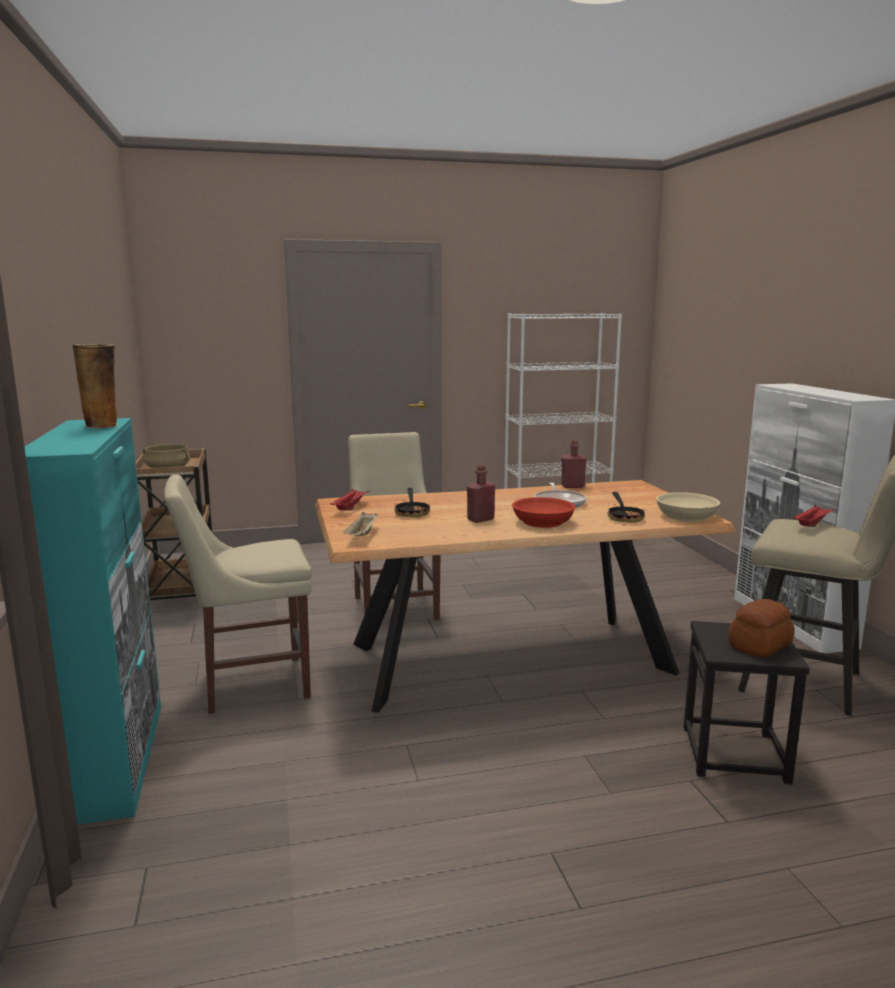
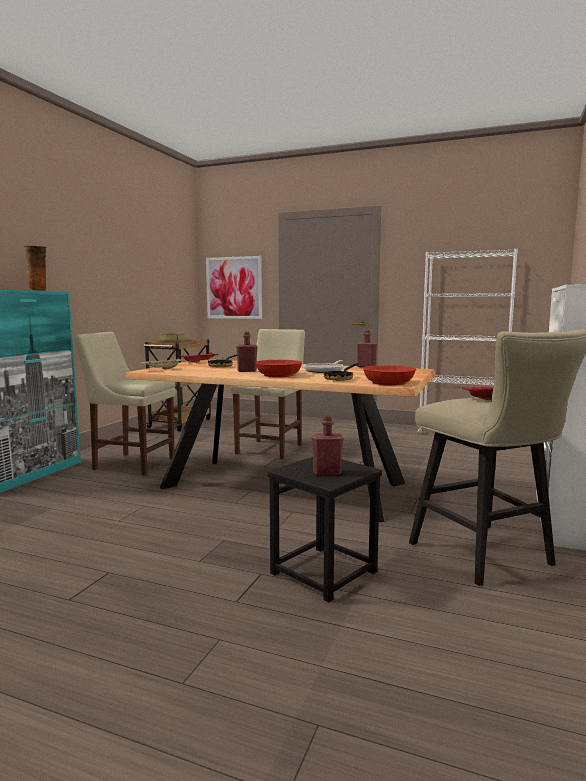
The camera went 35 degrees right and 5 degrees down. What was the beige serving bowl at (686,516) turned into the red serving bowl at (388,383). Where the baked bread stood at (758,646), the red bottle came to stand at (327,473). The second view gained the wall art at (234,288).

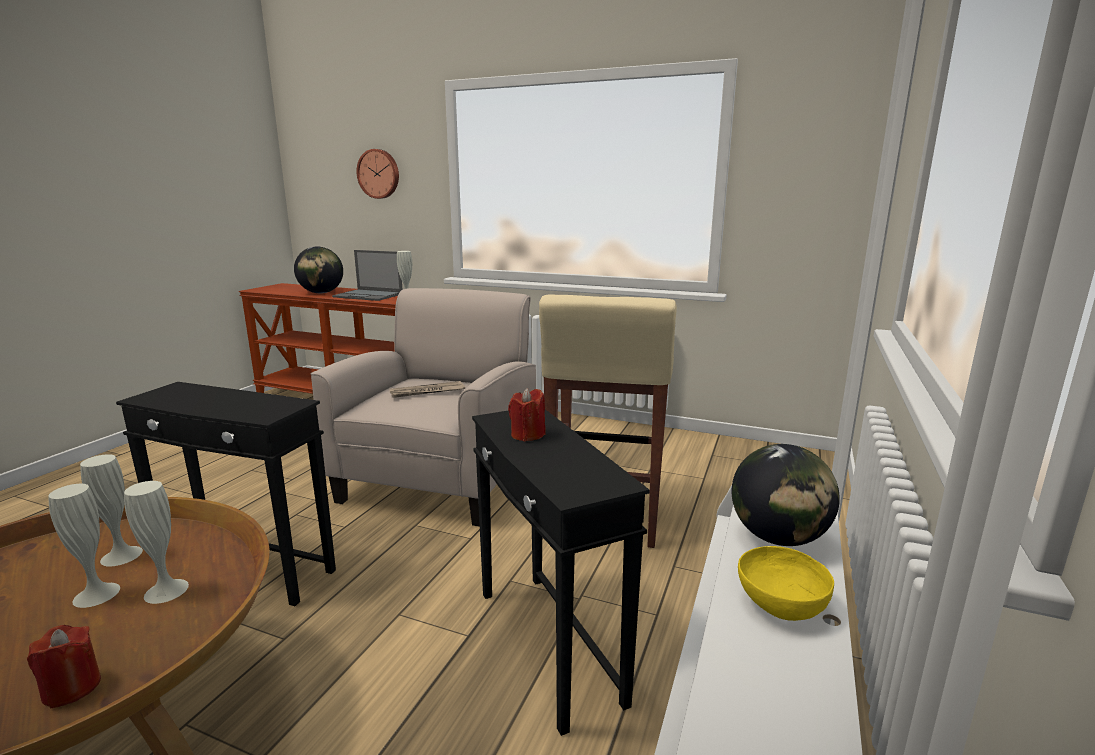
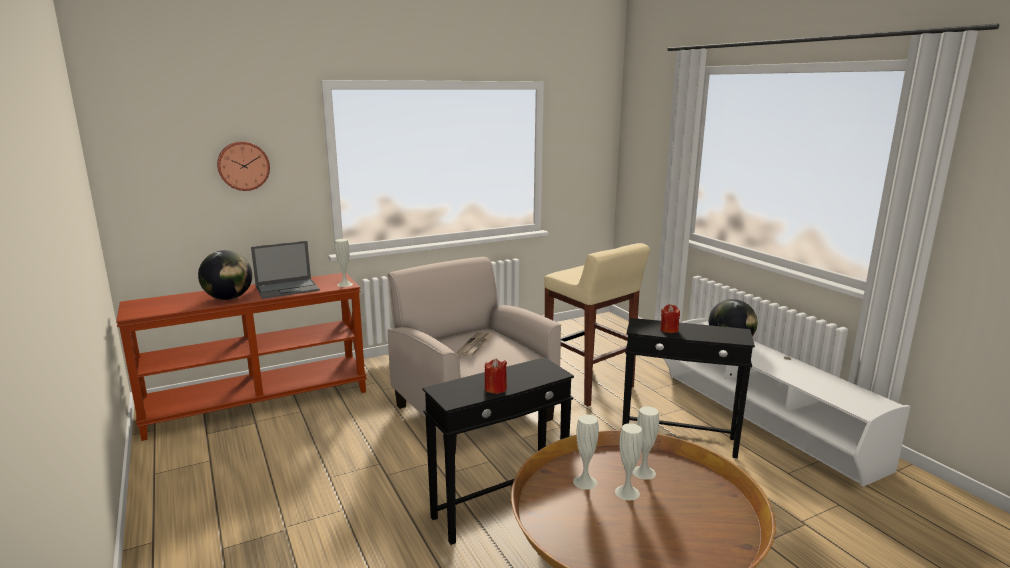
The camera went 50 degrees left and 0 degrees up. The red wax light ended up elsewhere, having gone from (72,688) to (495,389). The second view lost the yellow serving bowl at (780,603).

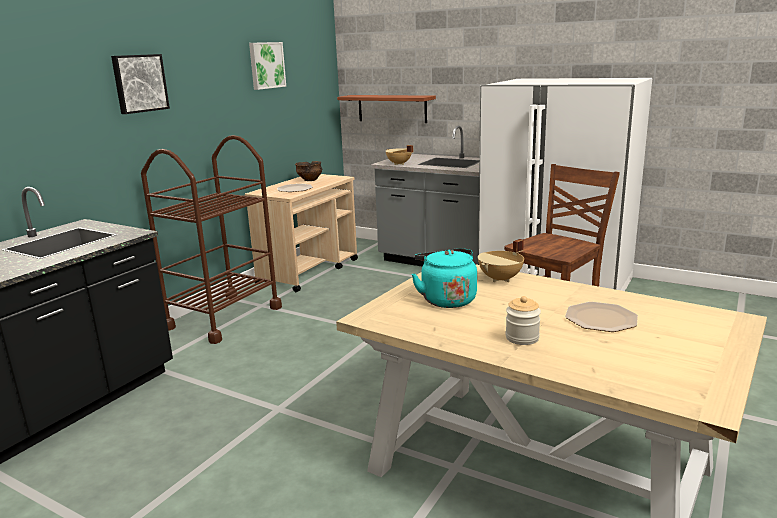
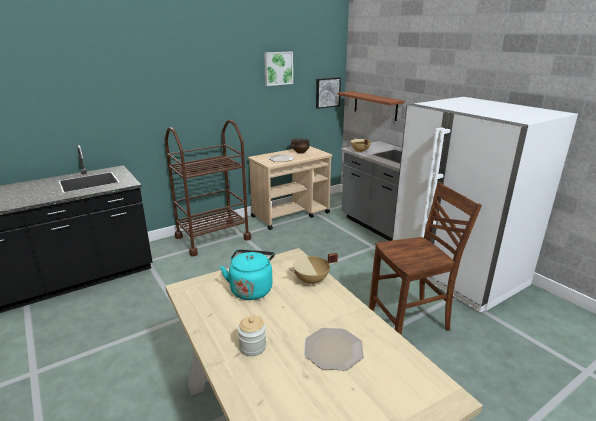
The camera went 25 degrees right and 5 degrees up. The wall art ended up elsewhere, having gone from (139,83) to (327,92).

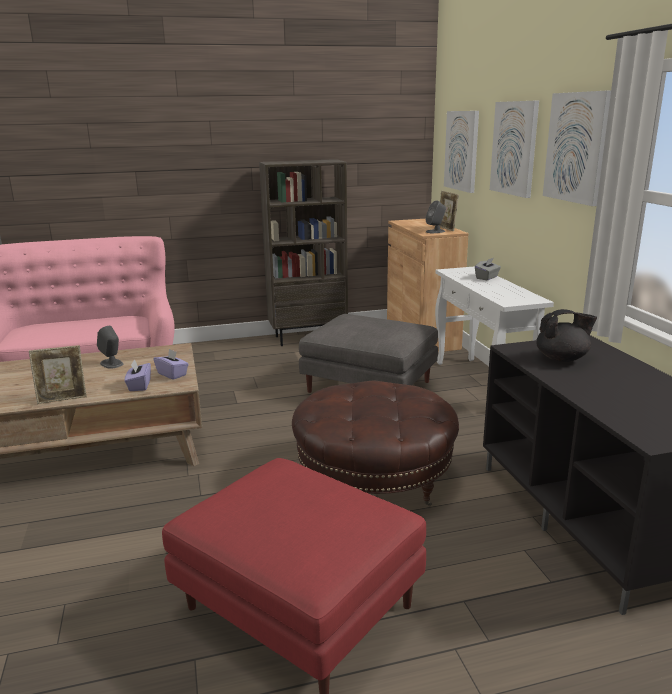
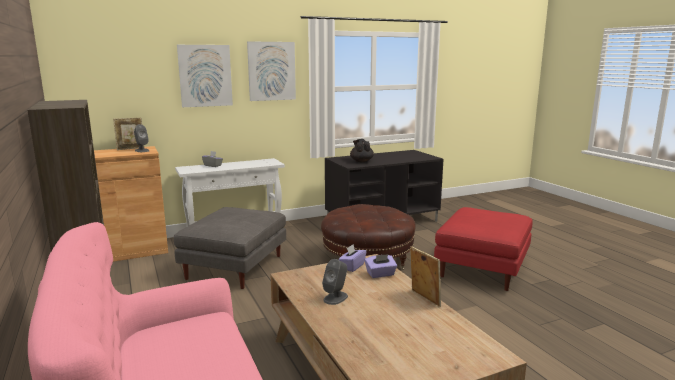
The camera went 100 degrees left and 5 degrees down. The second view lost the wall art at (462,150).

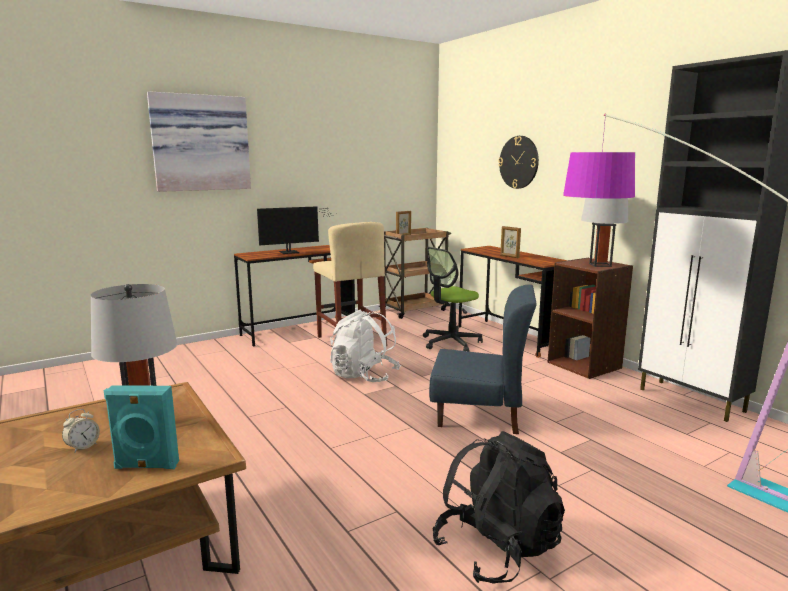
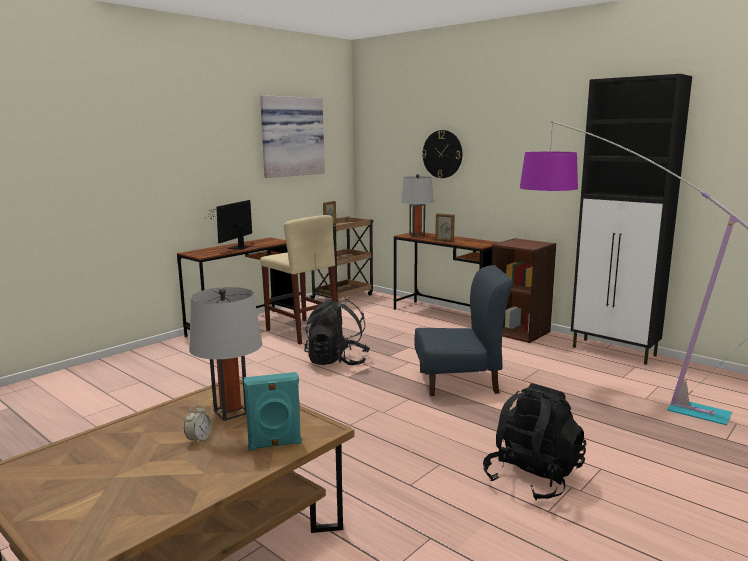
The camera went 15 degrees left and 0 degrees up. The wall art ended up elsewhere, having gone from (200,143) to (291,136). The monitor at (292,252) ended up facing another way, 150 degrees clockwise from before. What was the whitish backpack at (364,376) turned into the black backpack at (337,361). The second view lost the office chair at (450,342). The gray tabletop lamp ended up elsewhere, having gone from (600,265) to (417,235).

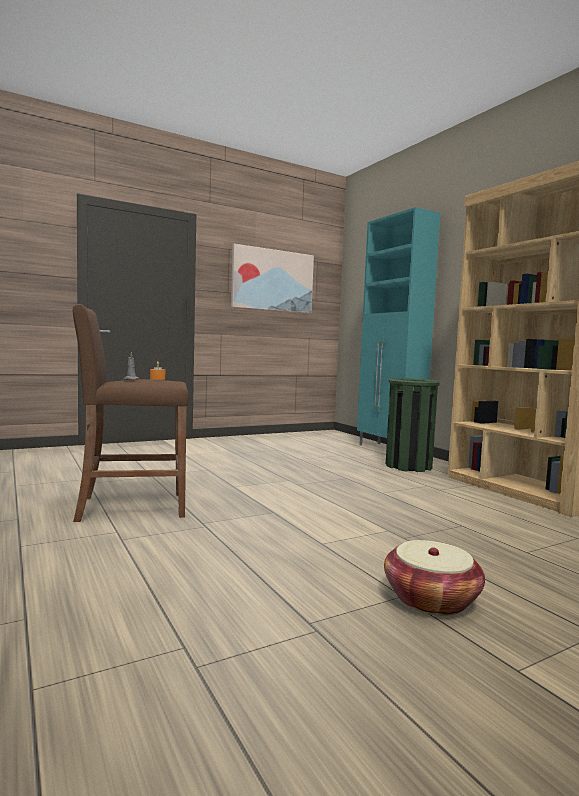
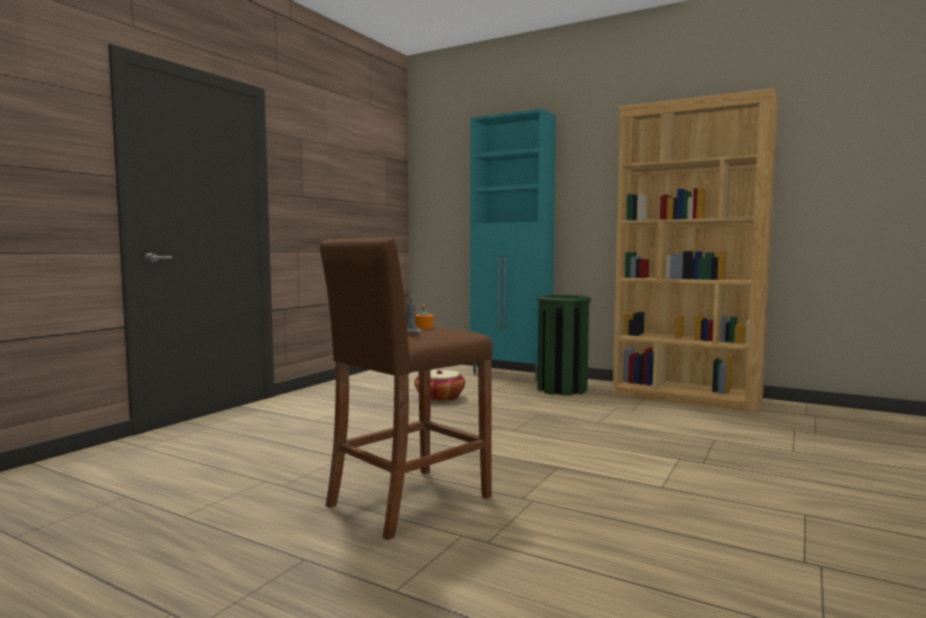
The camera went 30 degrees left and 0 degrees up. The second view lost the wall art at (272,280). The basket ended up elsewhere, having gone from (431,599) to (440,398).

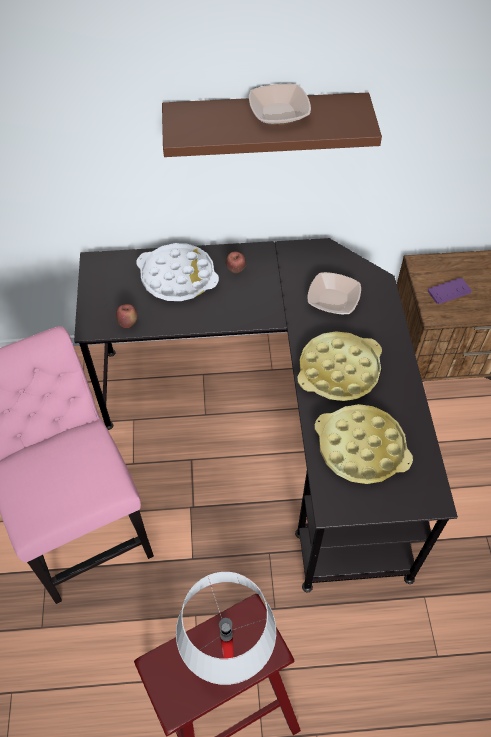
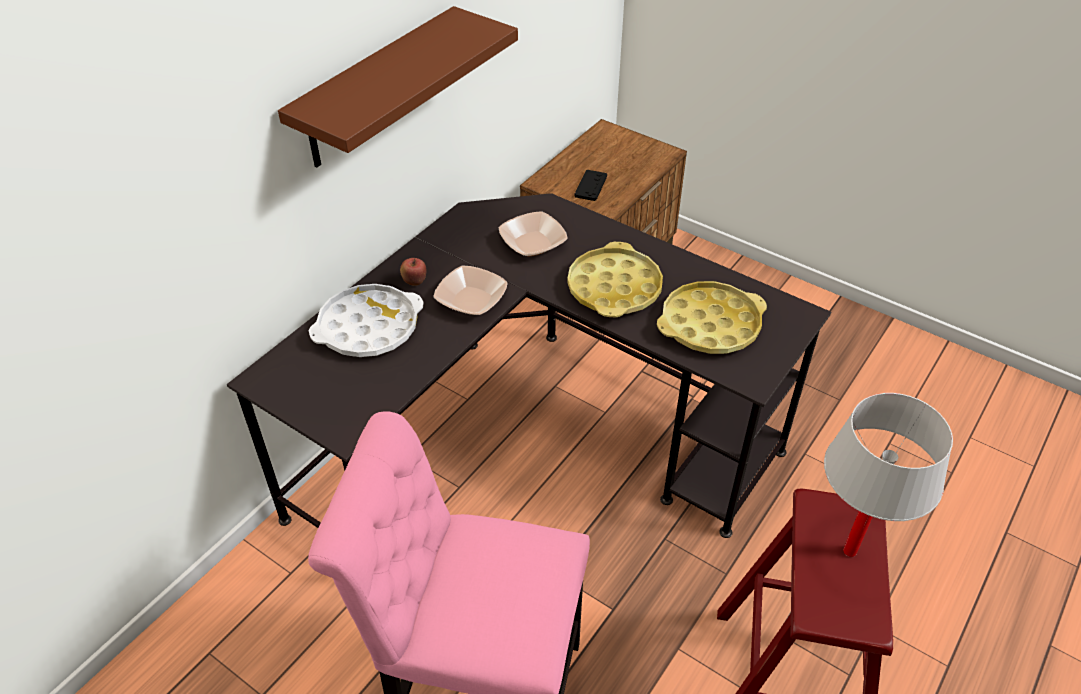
The camera went 50 degrees left and 10 degrees down. The second view lost the apple fruit at (128,323). The serving bowl ended up elsewhere, having gone from (279,114) to (471,300). What was the purple-coloured joypad at (449,291) turned into the black joypad at (591,186).

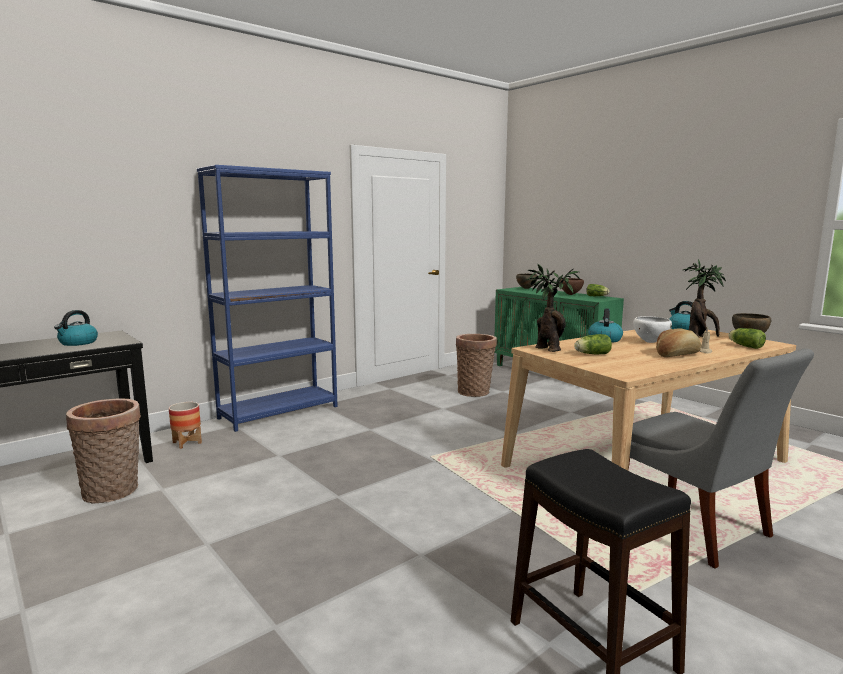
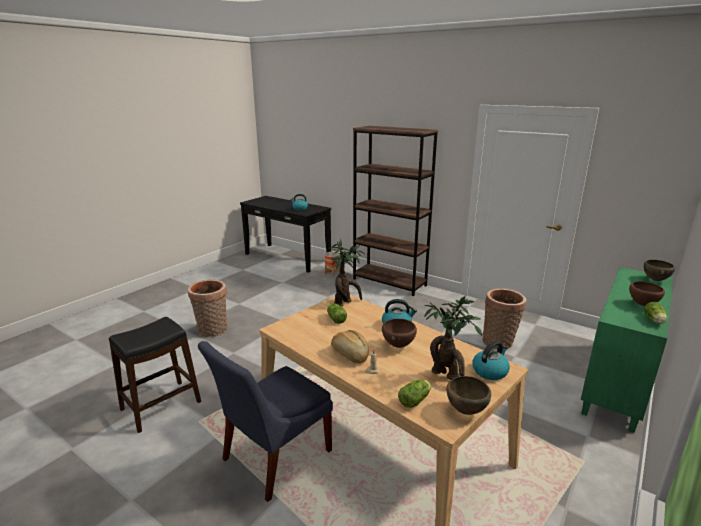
The camera went 75 degrees right and 10 degrees up. The basket ended up elsewhere, having gone from (114,492) to (212,331). What was the blue-coloured shelving unit at (279,412) turned into the brown shelving unit at (389,282). What was the gray plain chair at (696,528) turned into the blue-coloured plain chair at (273,457). What was the whitish serving bowl at (650,342) turned into the brown serving bowl at (398,346).

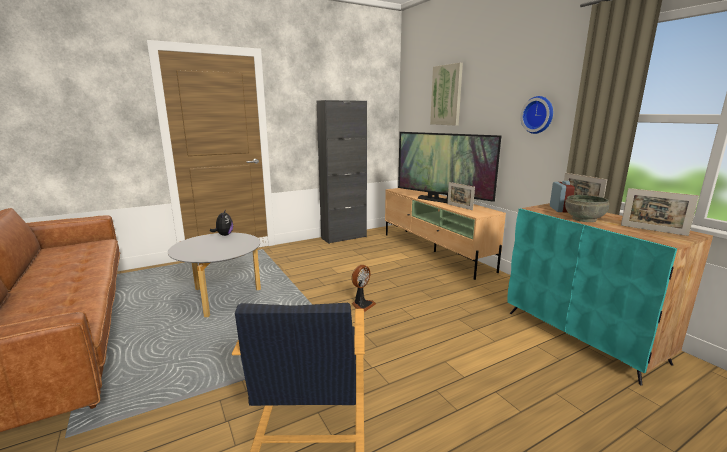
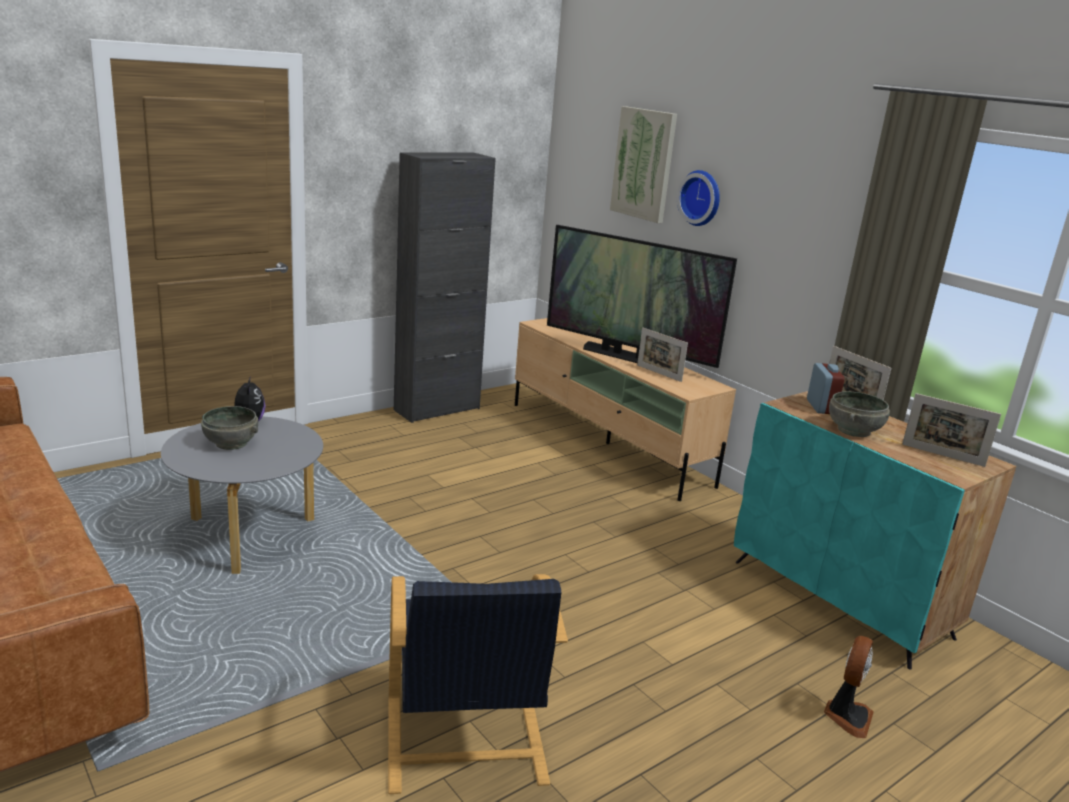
The camera went 10 degrees left and 5 degrees up. The electric fan ended up elsewhere, having gone from (362,305) to (847,716). The wall clock ended up elsewhere, having gone from (538,115) to (701,198). The second view gained the gray serving bowl at (231,443).

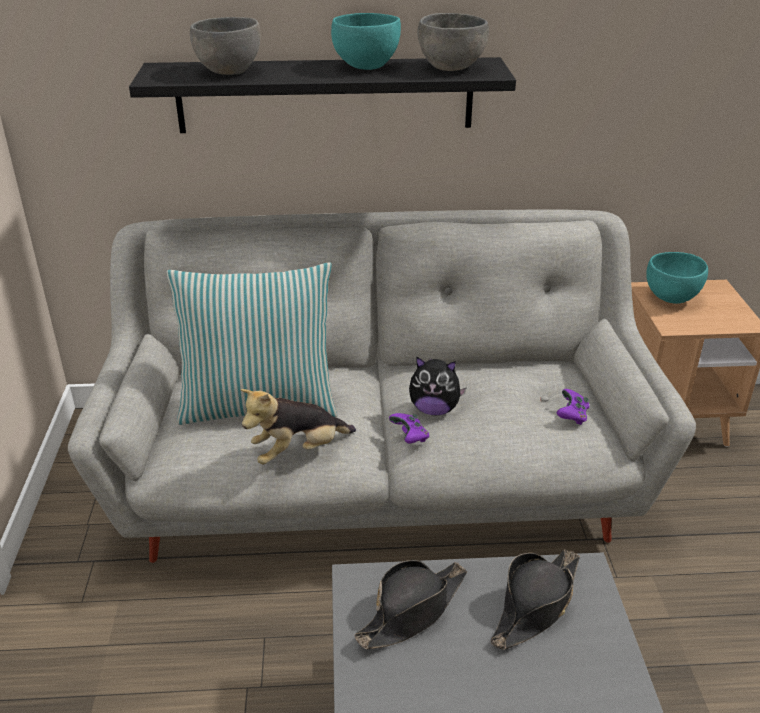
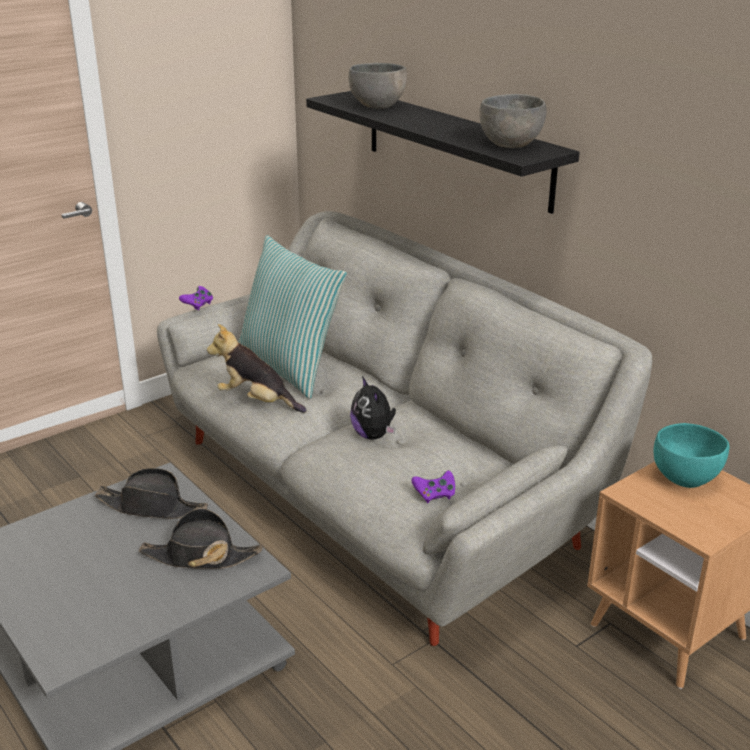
The camera went 55 degrees right and 5 degrees down. The second view lost the turquoise-coloured serving bowl at (366,66). The purple-coloured joypad ended up elsewhere, having gone from (410,437) to (198,305).

